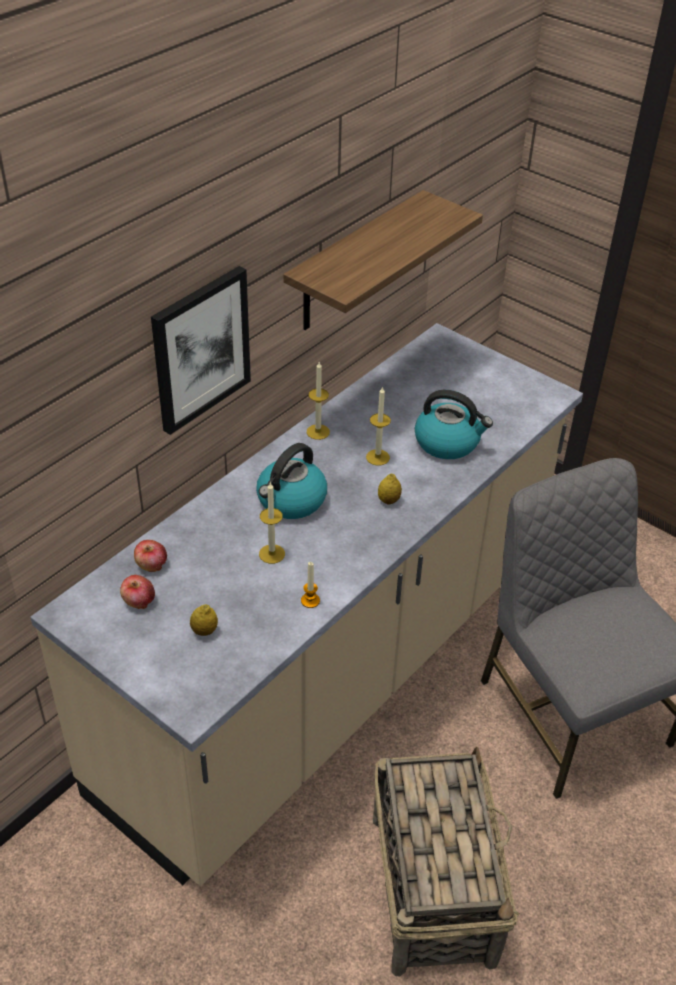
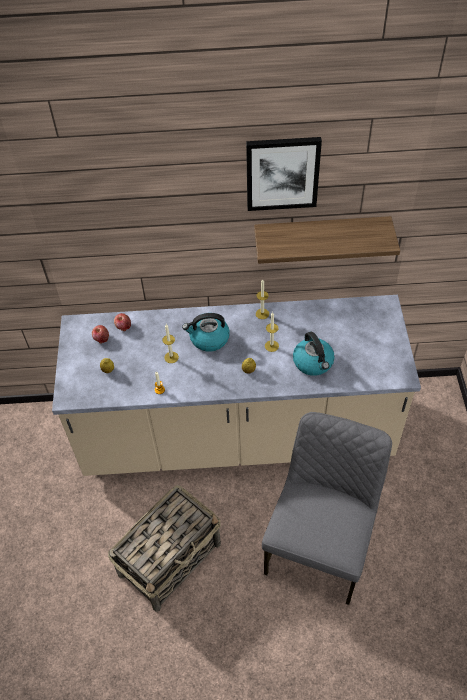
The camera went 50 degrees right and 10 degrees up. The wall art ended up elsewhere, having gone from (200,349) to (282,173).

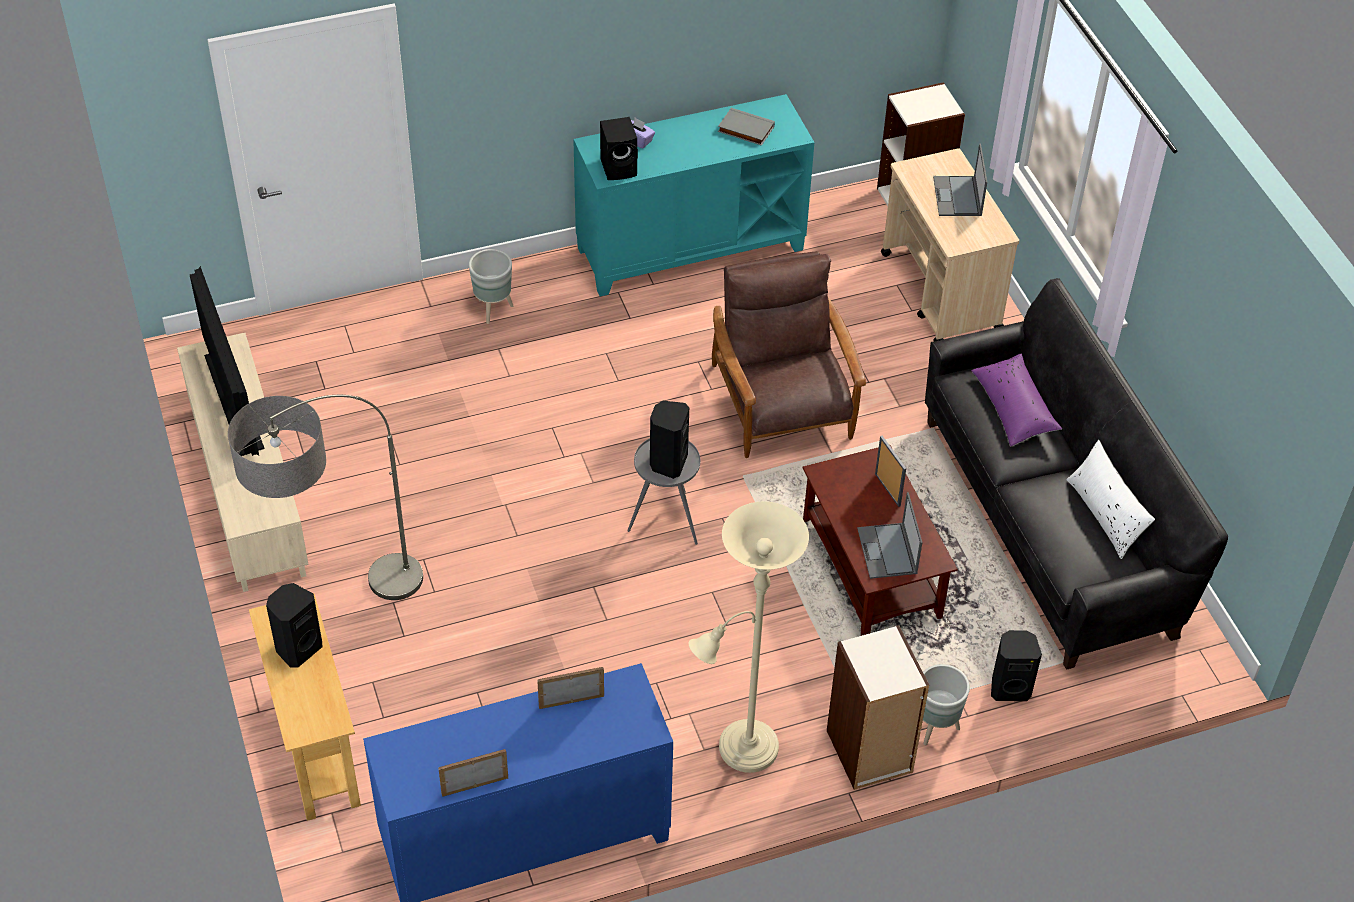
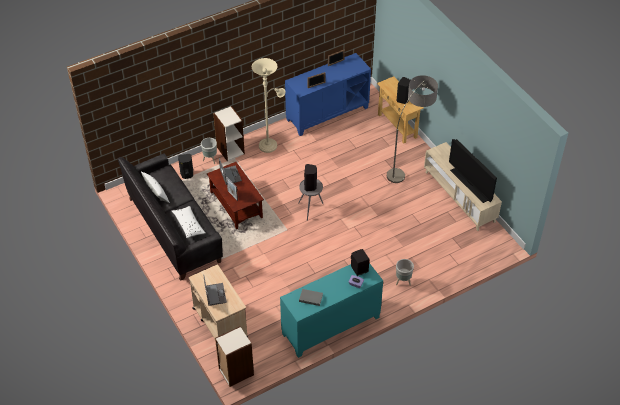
The camera went 170 degrees right and 0 degrees up. The second view lost the brown armchair at (782,404). What was the purple-coloured pillow at (1014,408) turned into the whitish pillow at (188,225).

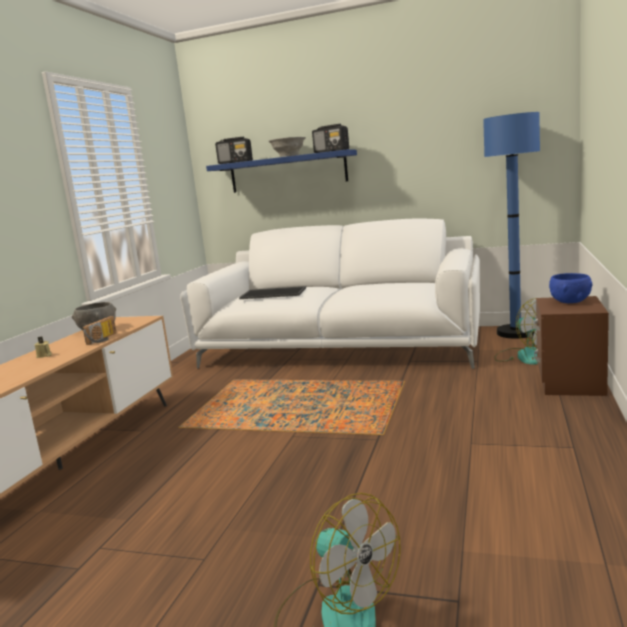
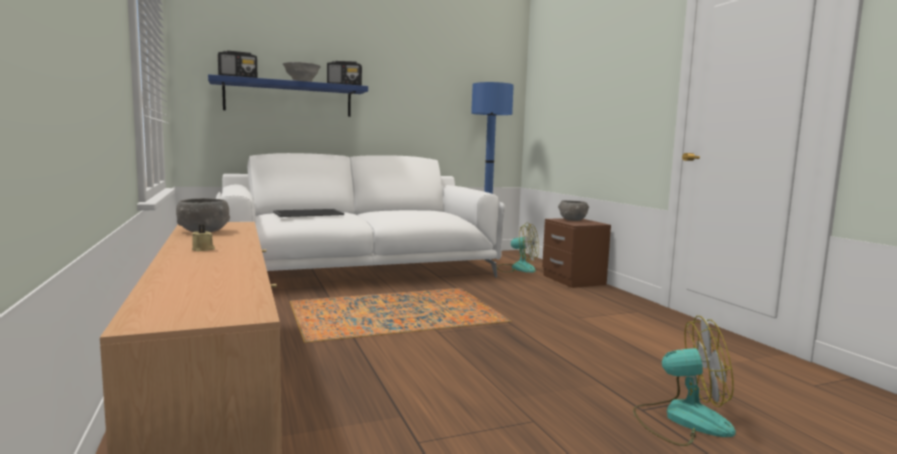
The camera went 40 degrees left and 5 degrees down. The second view lost the radio set at (104,339). What was the blue-coloured serving bowl at (570,301) turned into the gray serving bowl at (572,220).

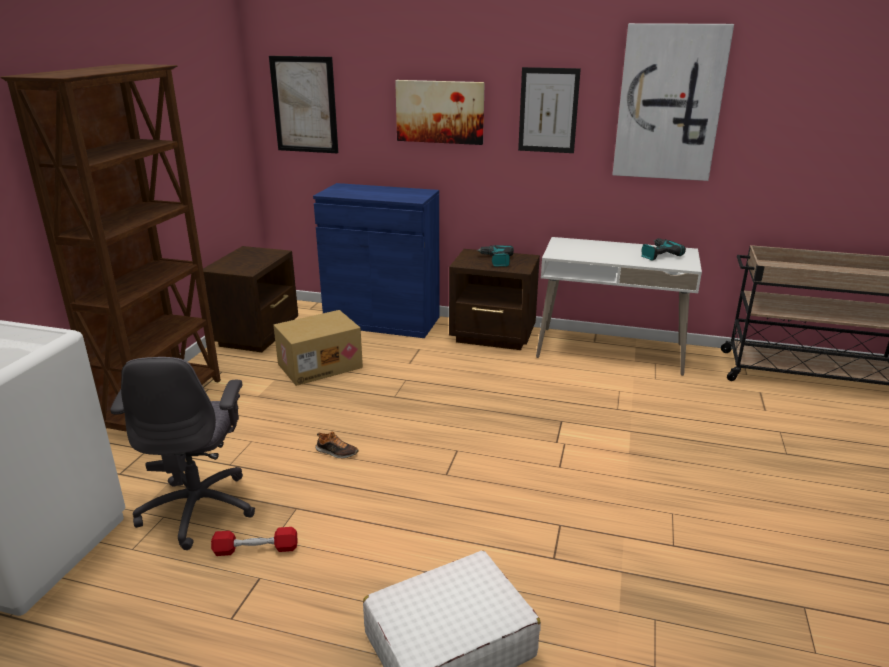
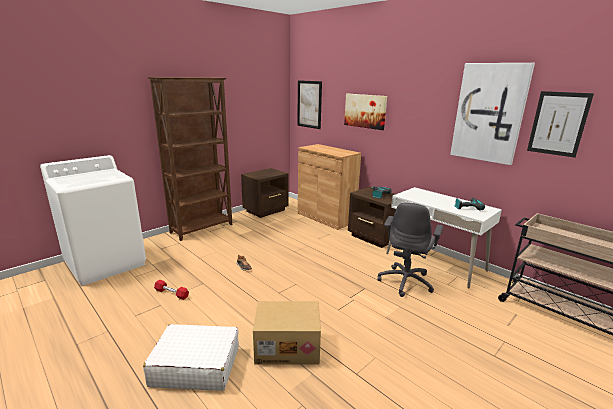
The camera went 30 degrees right and 5 degrees down. The gray office chair ended up elsewhere, having gone from (199,508) to (406,281). The packing box ended up elsewhere, having gone from (320,365) to (288,346). What was the blue-coloured cupboard at (382,321) turned into the brown cupboard at (326,217). The wall art ended up elsewhere, having gone from (548,110) to (558,123).

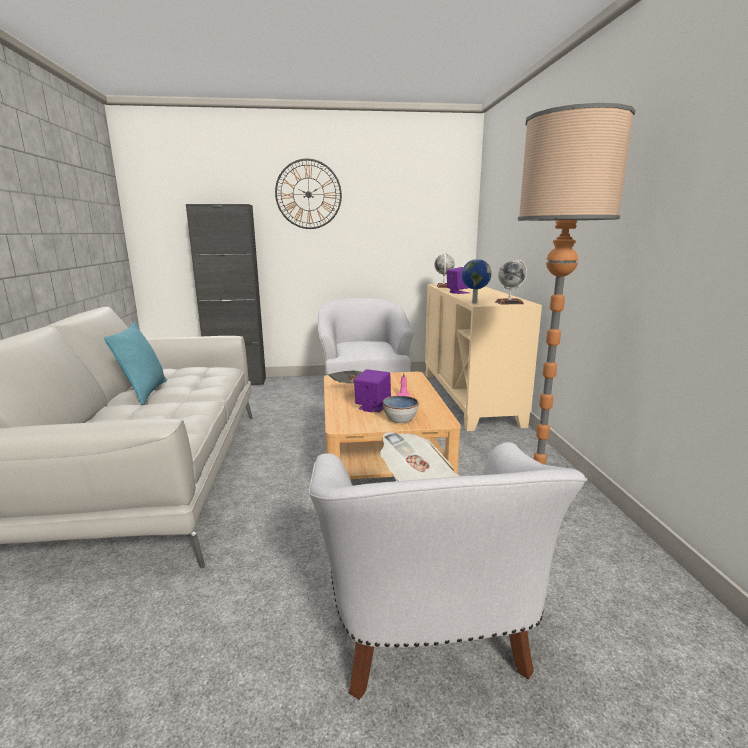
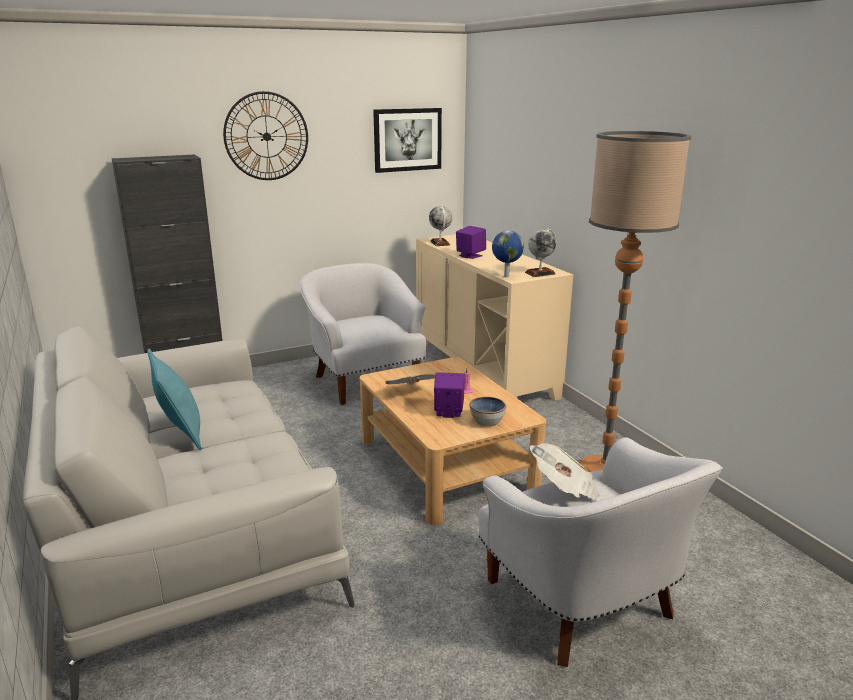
The camera went 20 degrees left and 5 degrees up. The second view gained the wall art at (407,139).

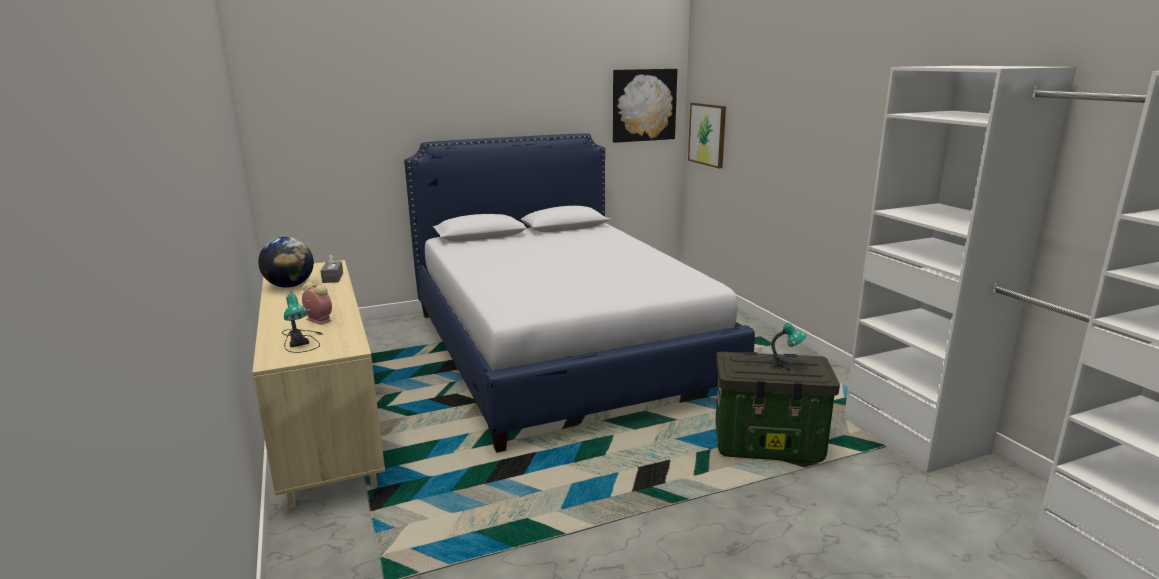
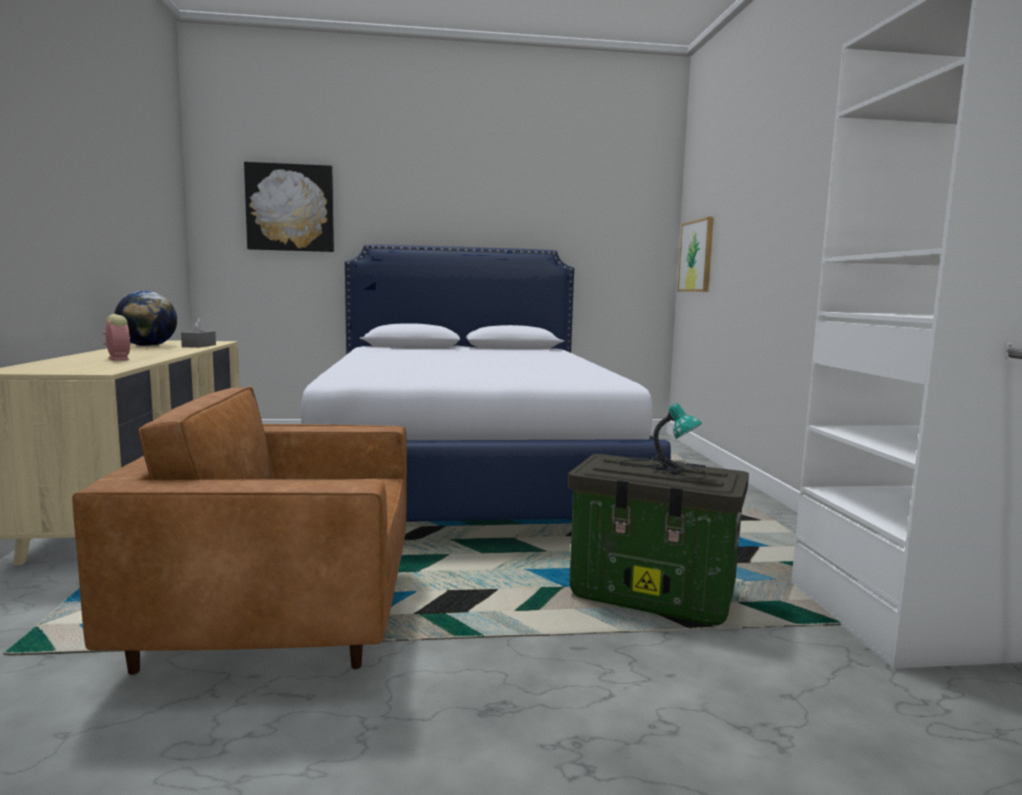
The camera went 15 degrees right and 10 degrees down. The second view lost the tabletop lamp at (300,340). The wall art ended up elsewhere, having gone from (643,105) to (290,208). The second view gained the brown armchair at (280,623).

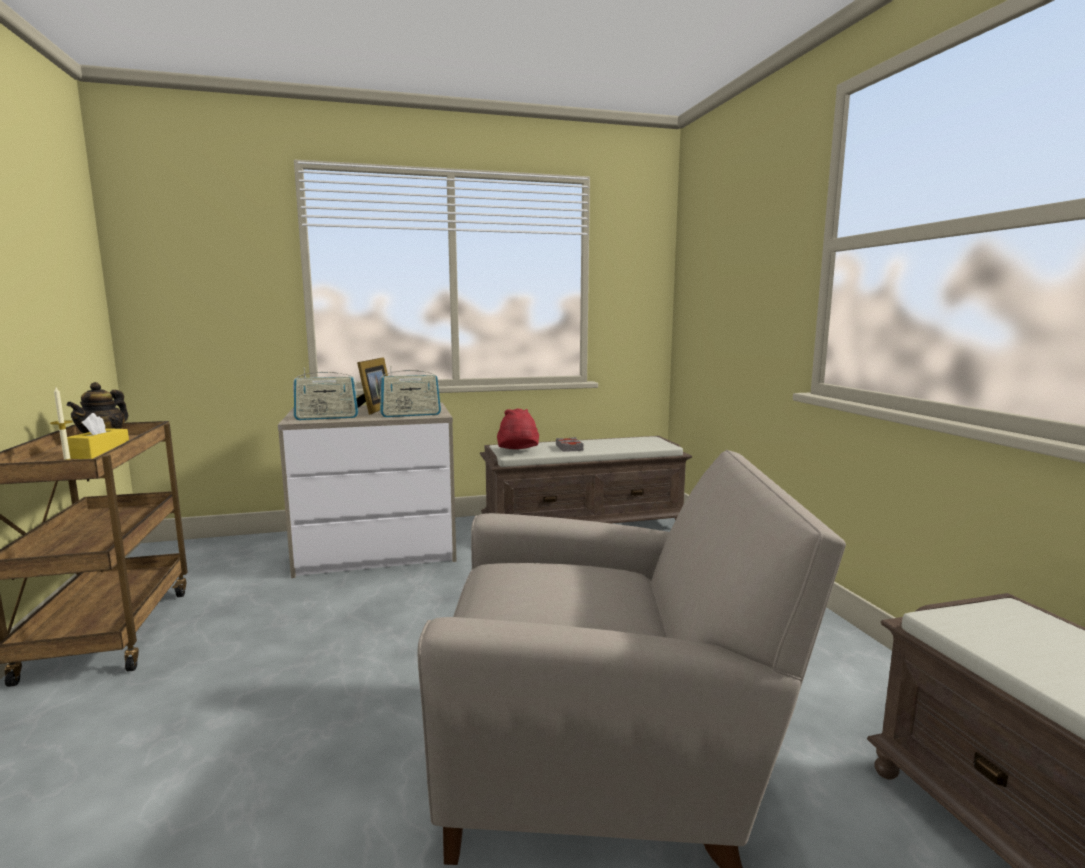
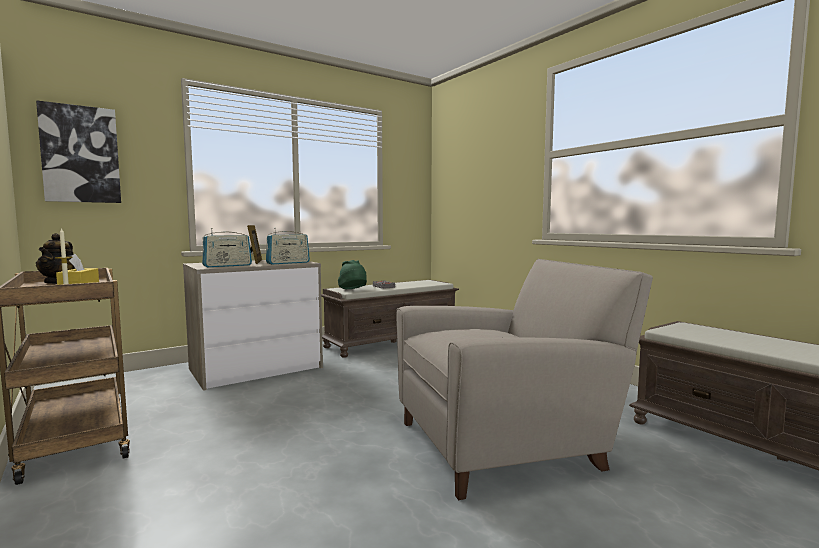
The camera went 20 degrees left and 5 degrees down. What was the red wearable hat at (518,452) turned into the green-coloured wearable hat at (353,290). The second view gained the wall art at (80,154).

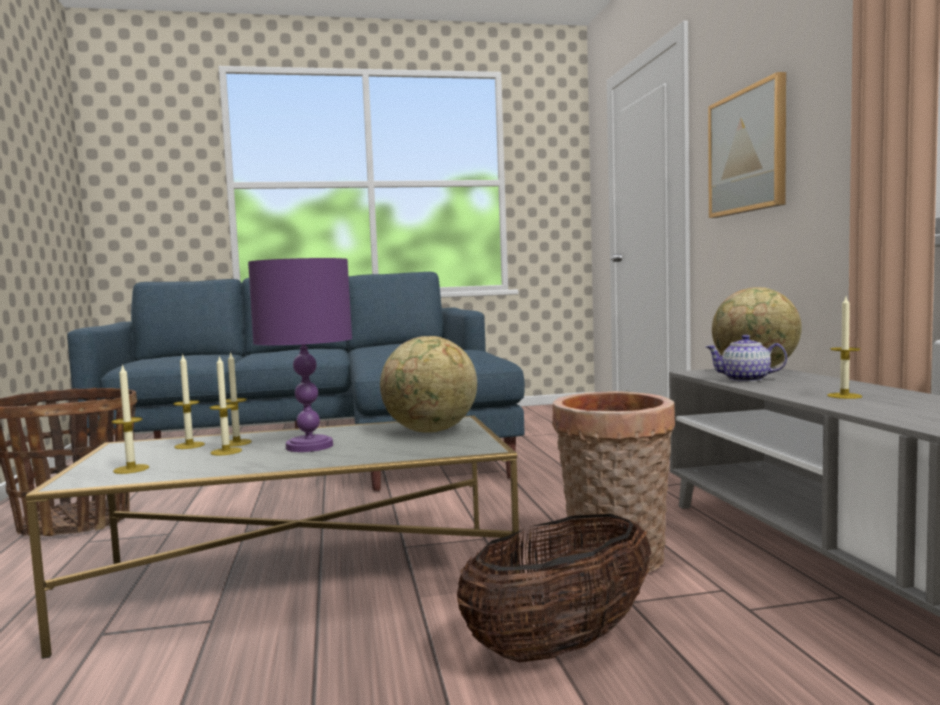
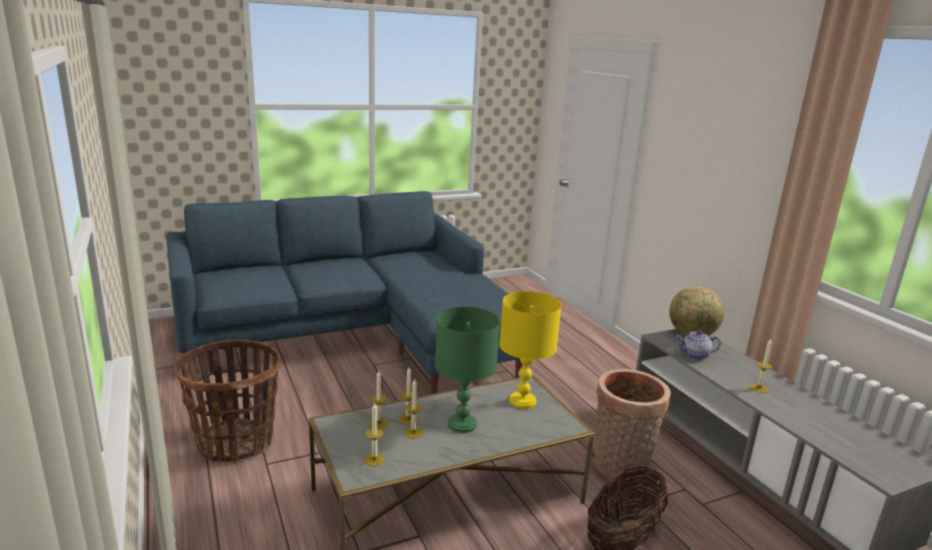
The camera went 15 degrees left and 15 degrees up. What was the purple-coloured tabletop lamp at (310,446) turned into the green-coloured tabletop lamp at (463,424). Where the desk globe stood at (431,431), the yellow tabletop lamp came to stand at (523,401). The second view lost the wall art at (747,151).

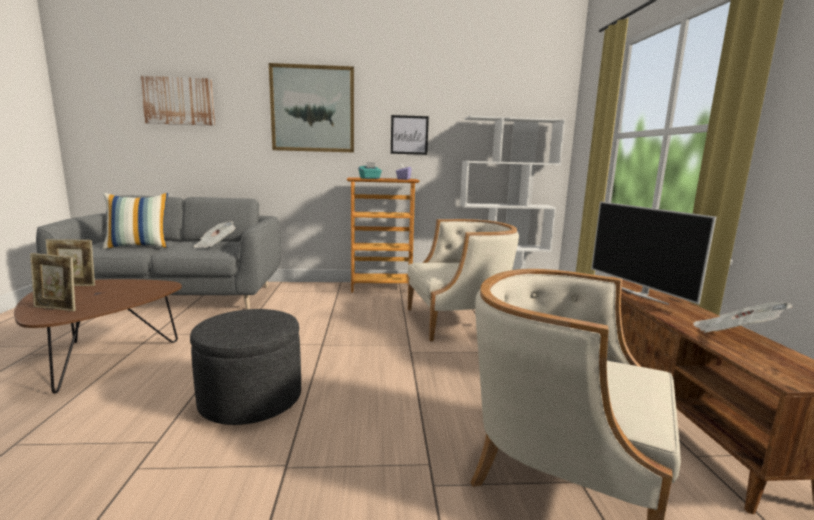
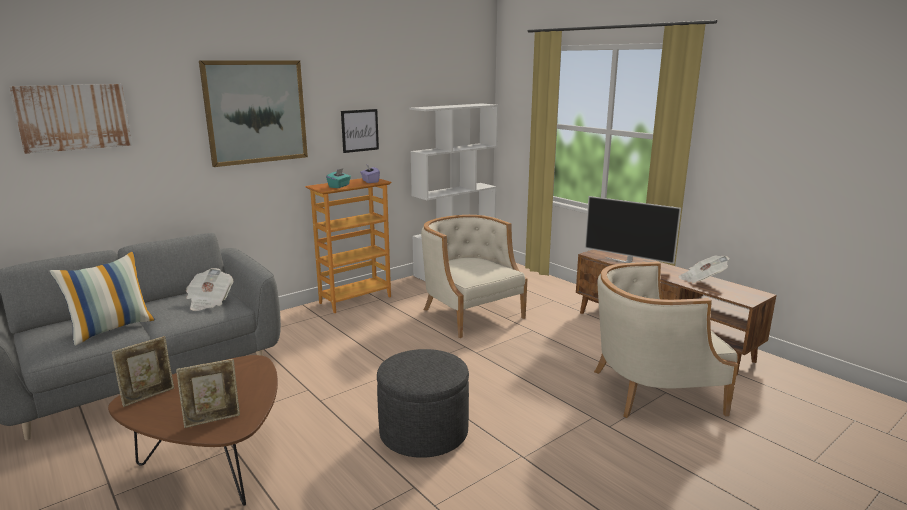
The camera went 35 degrees left and 5 degrees up. The beige armchair at (458,321) ended up facing another way, 75 degrees counterclockwise from before.

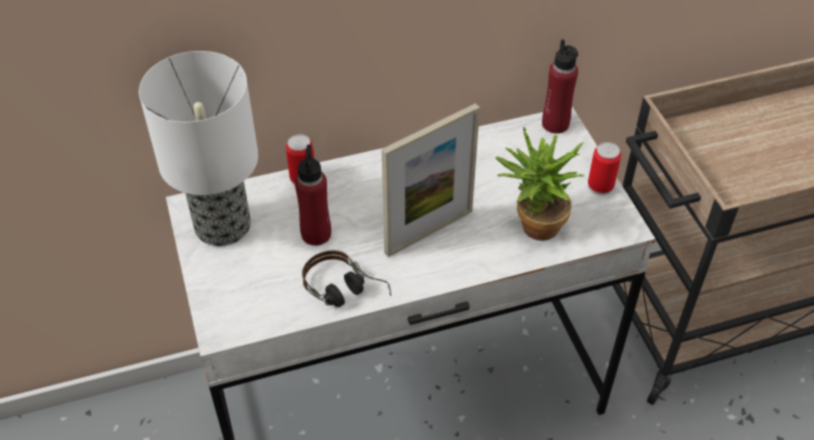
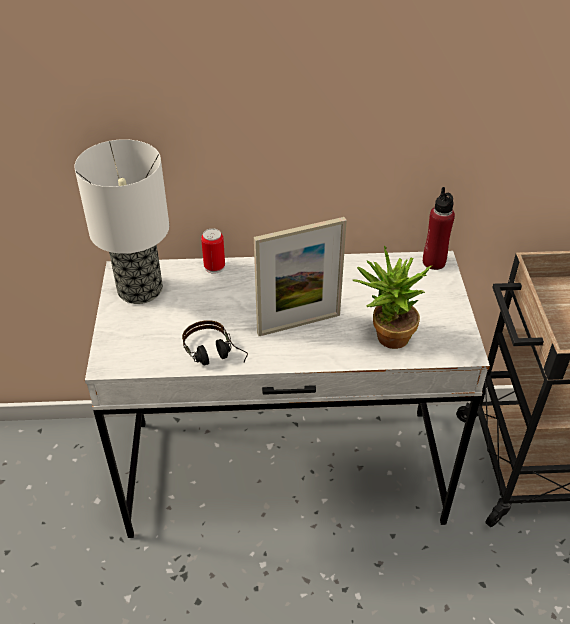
The camera went 15 degrees right and 5 degrees down. The second view lost the red bottle at (316,234). The second view lost the sealed can at (600,186).

